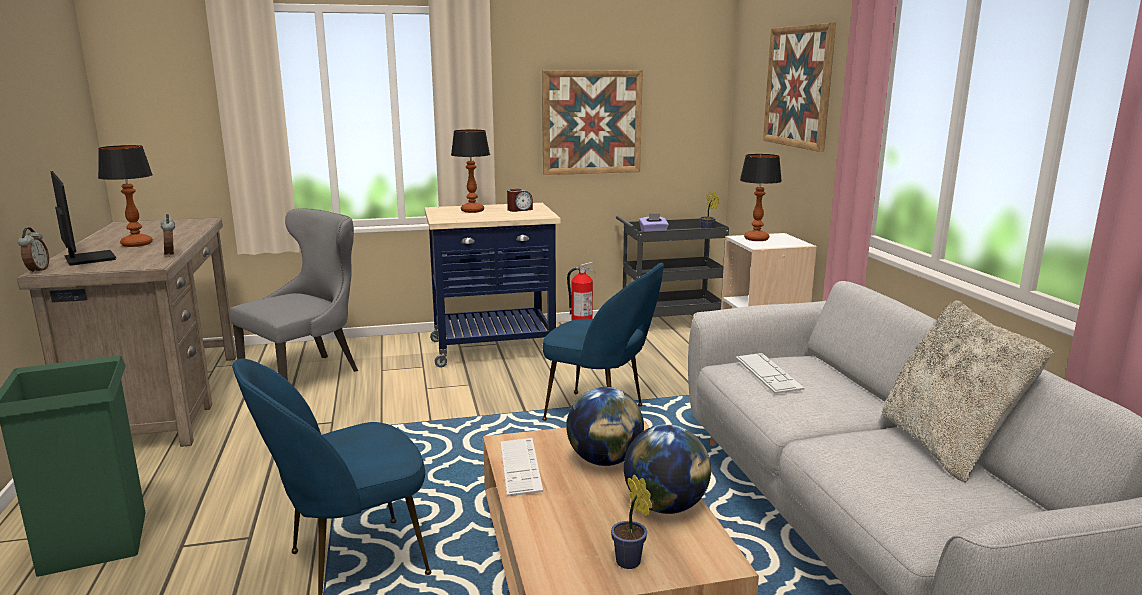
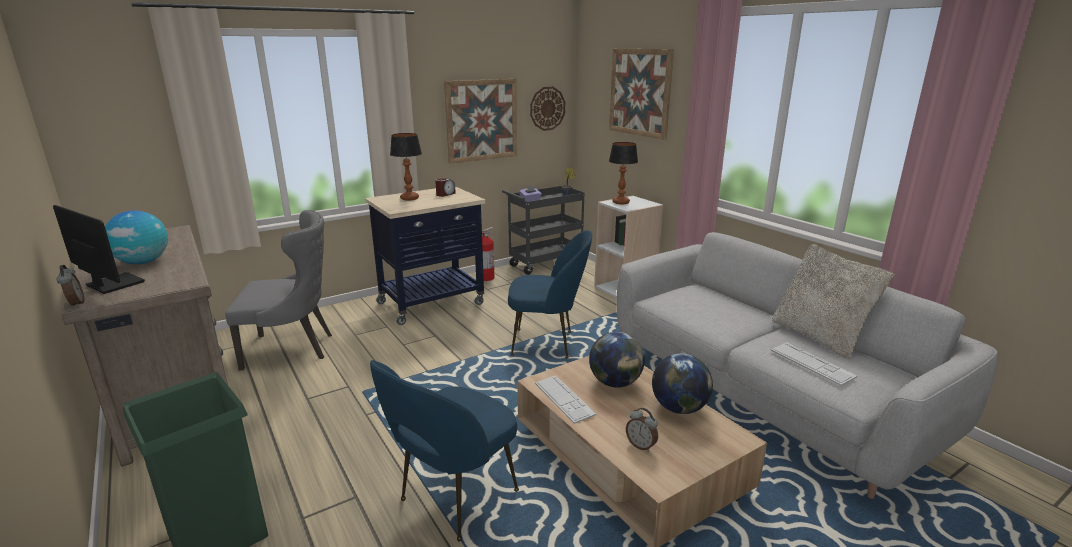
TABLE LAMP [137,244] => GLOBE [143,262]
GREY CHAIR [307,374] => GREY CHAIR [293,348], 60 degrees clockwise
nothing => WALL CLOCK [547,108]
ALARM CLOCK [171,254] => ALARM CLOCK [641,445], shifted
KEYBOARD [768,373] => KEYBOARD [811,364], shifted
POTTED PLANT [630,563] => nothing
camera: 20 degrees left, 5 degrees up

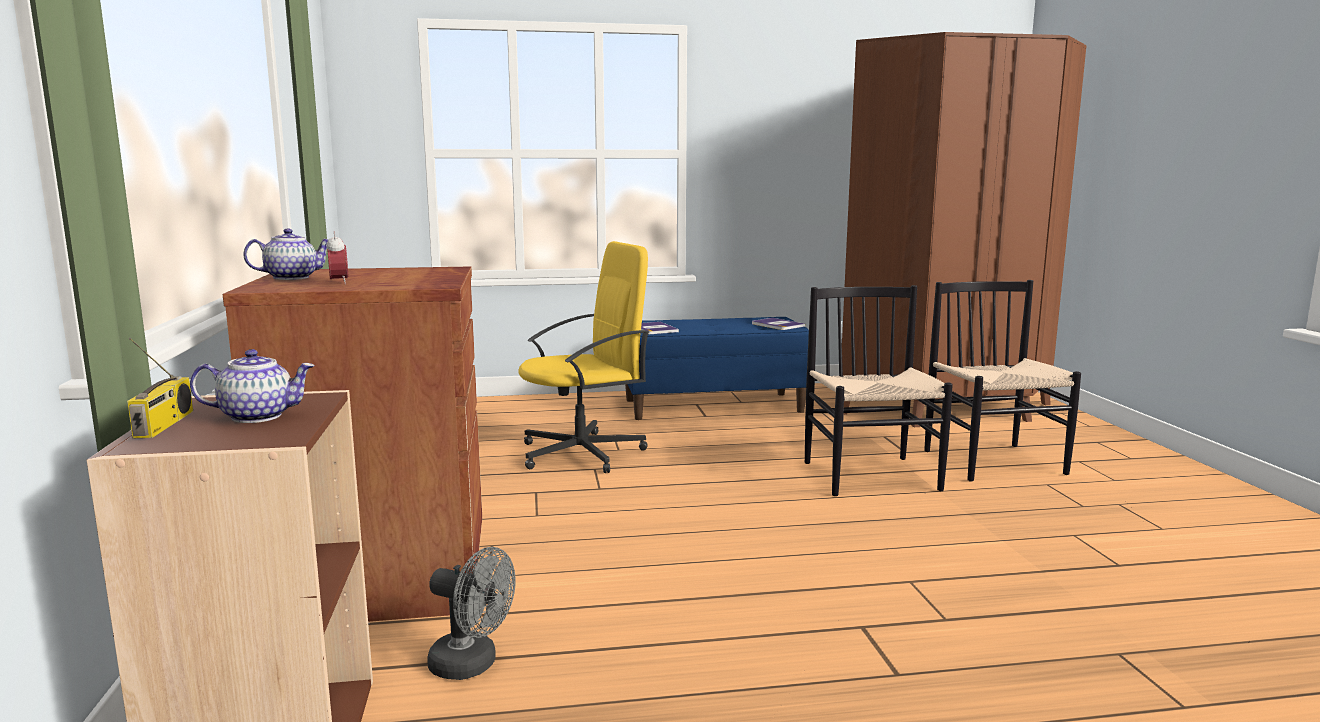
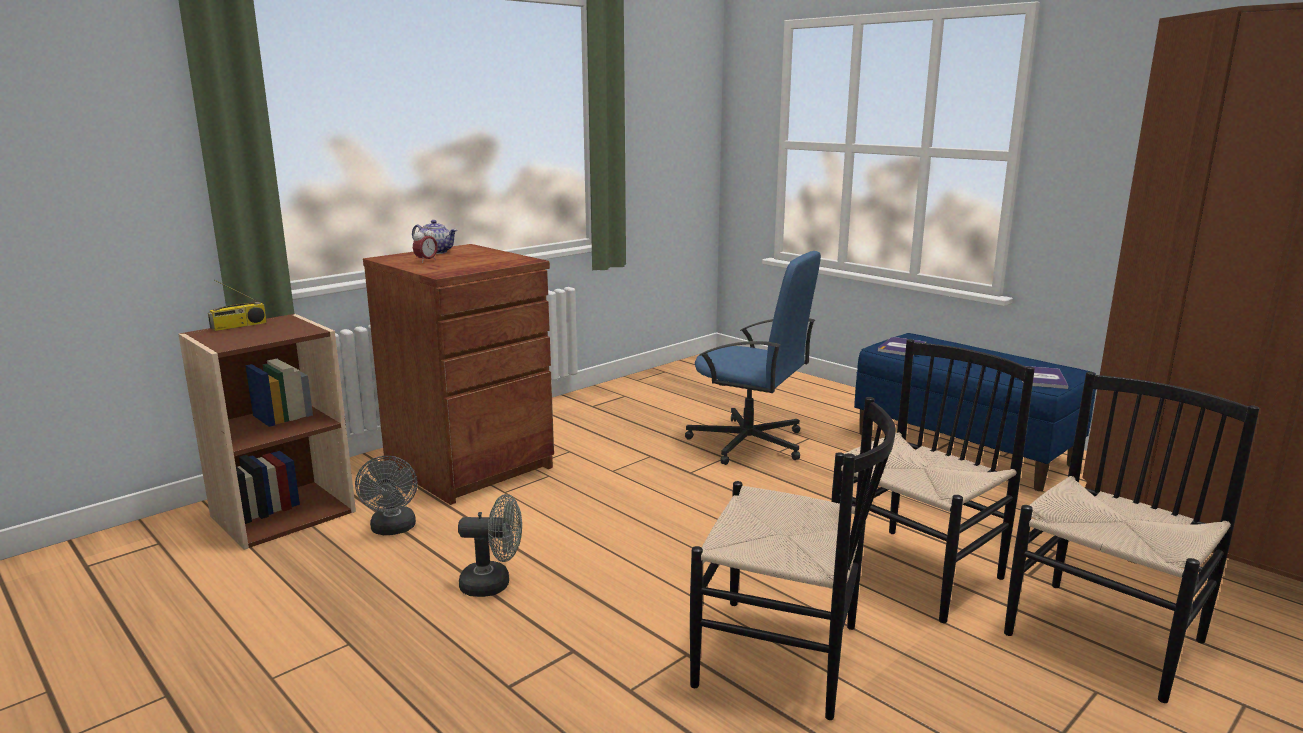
nothing => GREY FAN [493,584]
YELLOW OFFICE CHAIR [583,453] => BLUE OFFICE CHAIR [749,443]
nothing => BLACK CHAIR [785,658]
TEAPOT [258,416] => nothing
camera: 55 degrees right, 5 degrees up

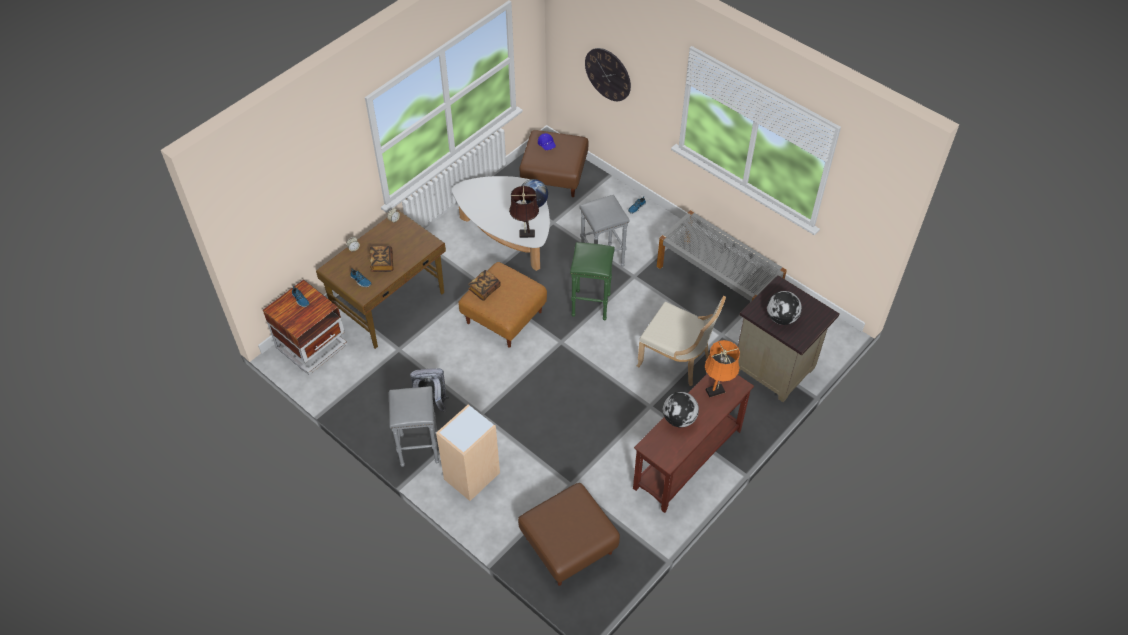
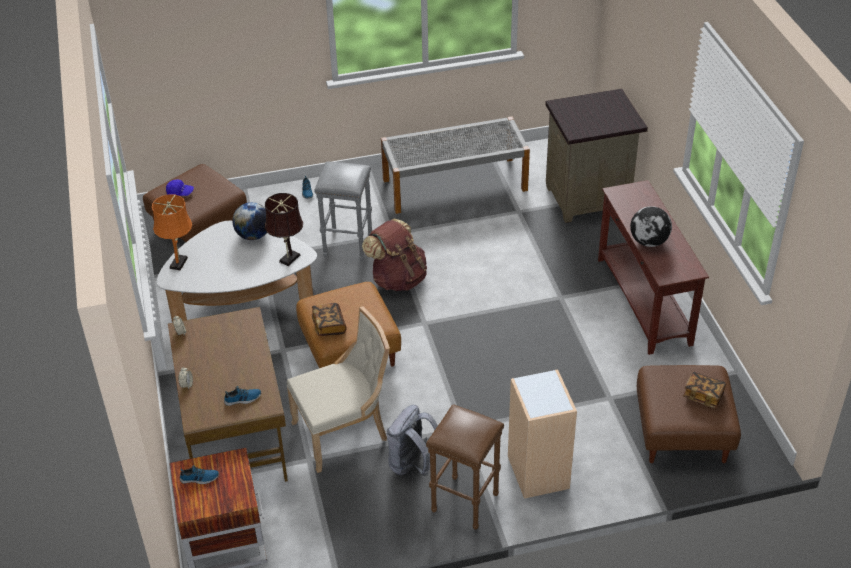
ORANGE TABLE LAMP [717,390] => ORANGE TABLE LAMP [179,261], shifted
BEIGE CHAIR [677,360] => BEIGE CHAIR [344,433], shifted
GREEN STOOL [592,304] => BROWN BACKPACK [398,279]
GREY STOOL [418,448] => BROWN STOOL [463,502]
BOOK [382,263] => BOOK [703,395], shifted
WALL CLOCK [608,74] => nothing
GLOBE [781,318] => nothing
camera: 55 degrees left, 10 degrees down

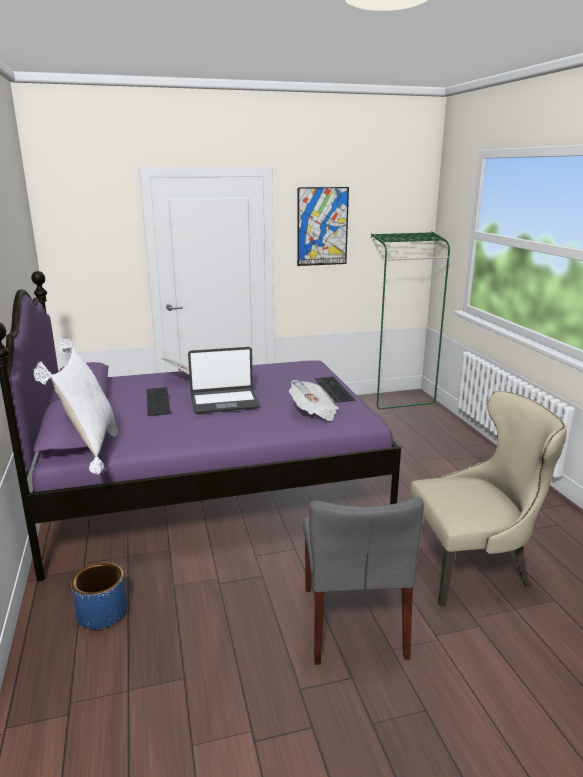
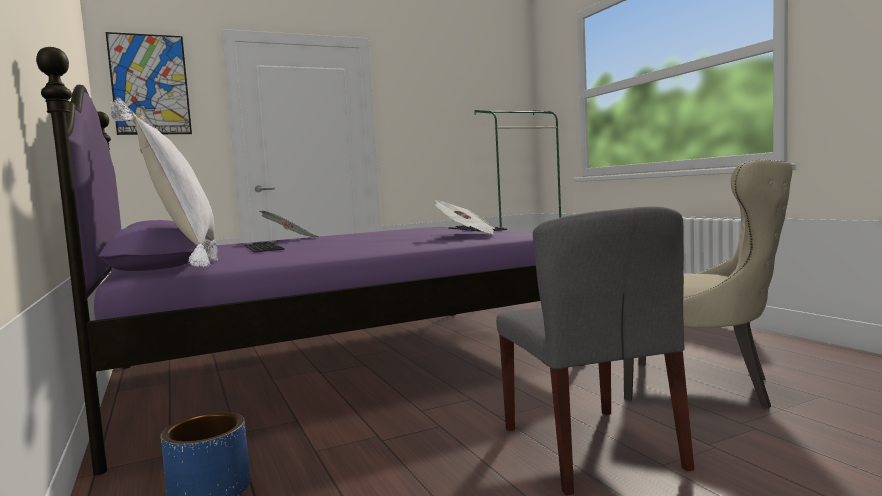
PICTURE [322,226] => PICTURE [150,85], shifted
BEIGE CHAIR [472,569] => BEIGE CHAIR [703,386], 45 degrees clockwise
LAPTOP [224,402] => nothing
camera: 10 degrees left, 15 degrees down

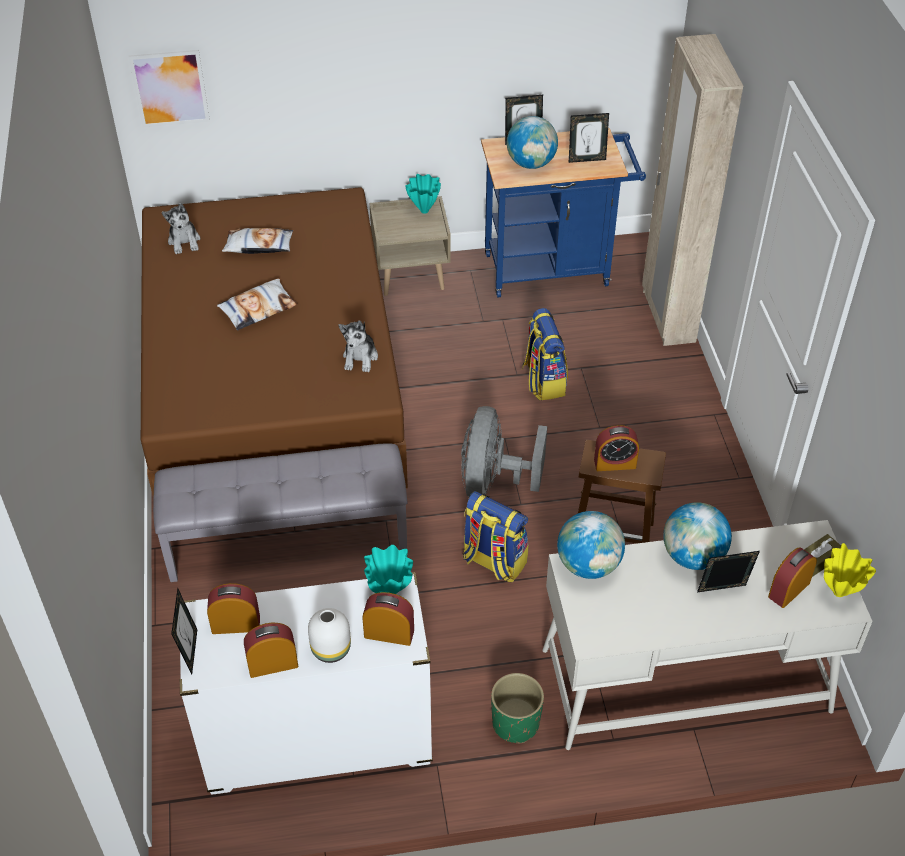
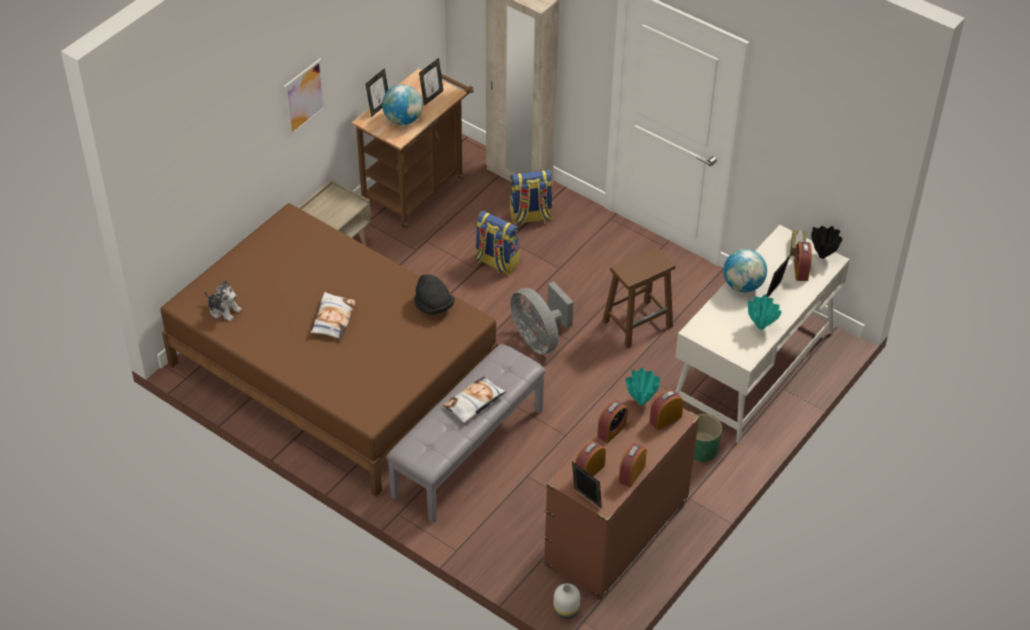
PICTURE [170,88] => PICTURE [304,97], shifted
BLUE CART [554,268] => BROWN CART [417,188]
PLUSH TOY [360,357] => BLACK HAT [433,305]
PILLOW [258,246] => PILLOW [474,403], shifted
BACKPACK [493,561] => BACKPACK [530,217], shifted
WHITE DRESSER [317,738] => BROWN DRESSER [616,534]
WHITE VASE [330,648] => WHITE VASE [565,610], shifted
ALARM CLOCK [615,463] => ALARM CLOCK [612,430], shifted
TURQUOISE VASE [424,210] => TURQUOISE VASE [760,326], shifted
YELLOW VASE [839,593] => BLACK VASE [822,256]
GLOBE [588,565] => nothing
camera: 45 degrees left, 0 degrees up

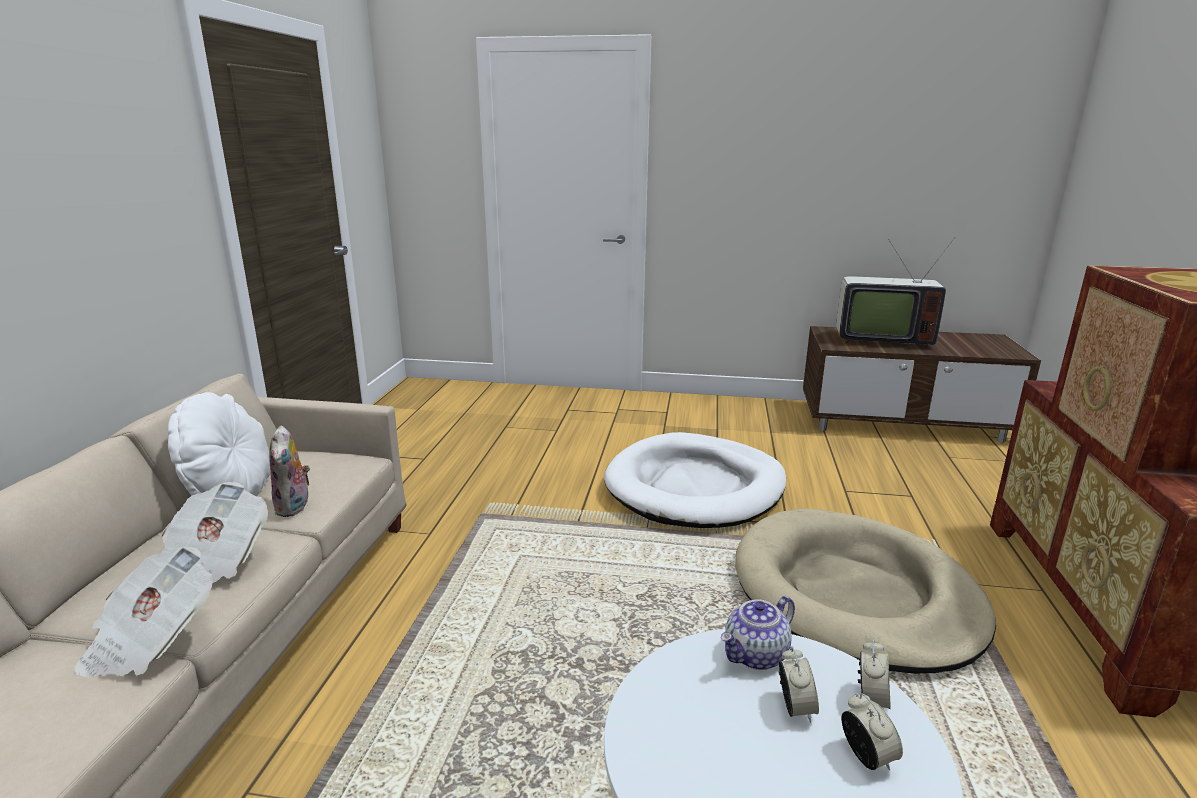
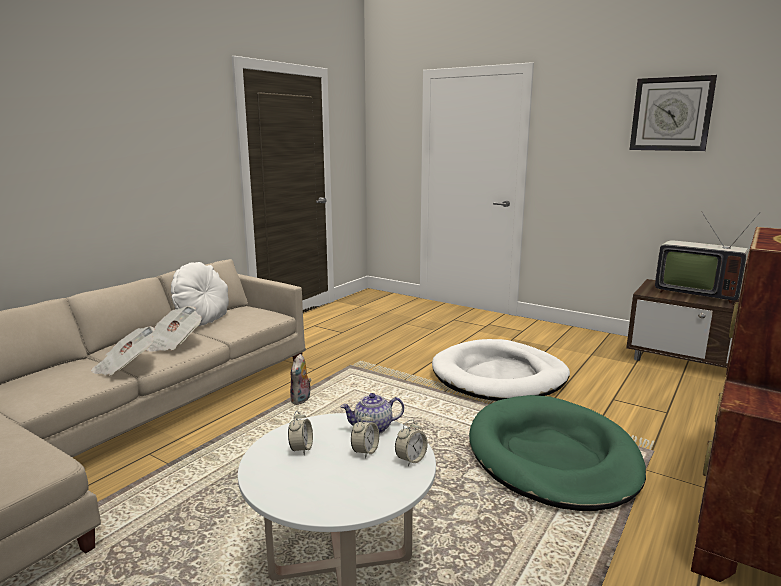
ALARM CLOCK [866,757] => ALARM CLOCK [301,449], shifted
PLUSH TOY [295,507] => PLUSH TOY [301,400], shifted
BEIGE DOG BED [854,595] => GREEN DOG BED [552,457]
nothing => WALL CLOCK [671,114]
camera: 25 degrees right, 5 degrees down

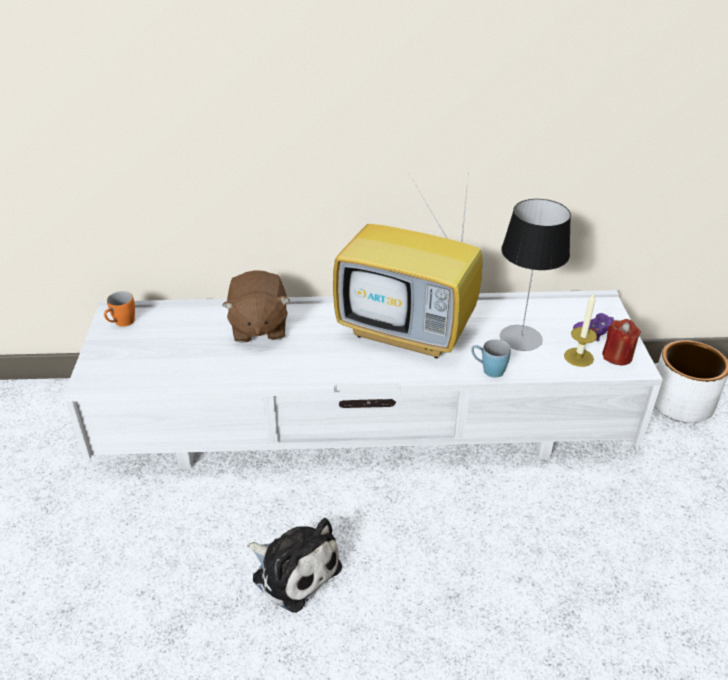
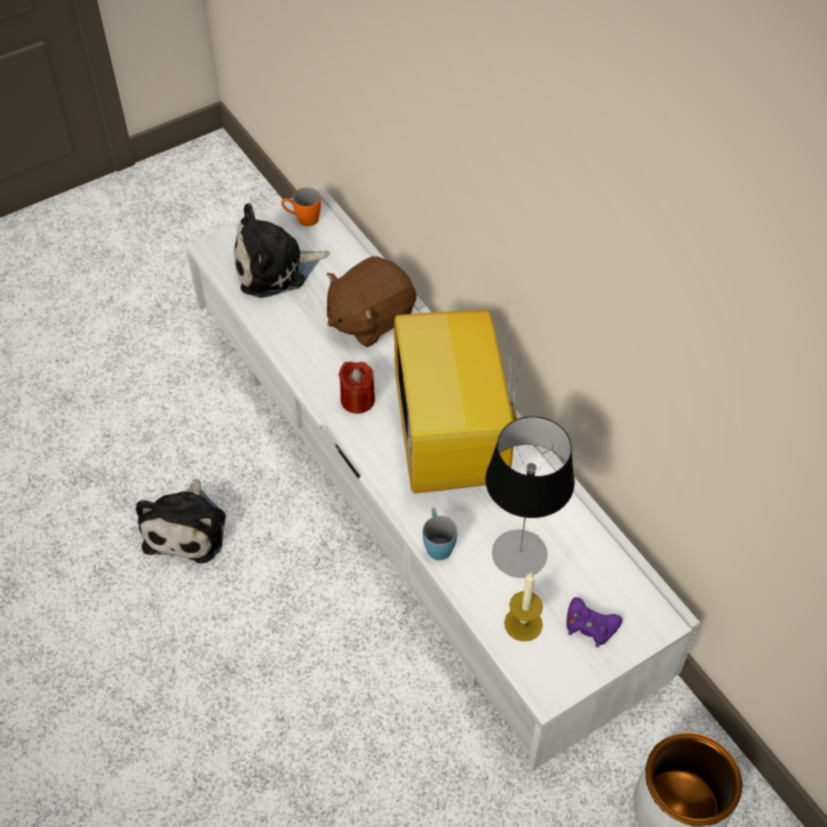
nothing => PLUSH TOY [275,268]
RED CANDLE [617,356] => RED CANDLE [357,400], shifted
camera: 60 degrees right, 15 degrees up

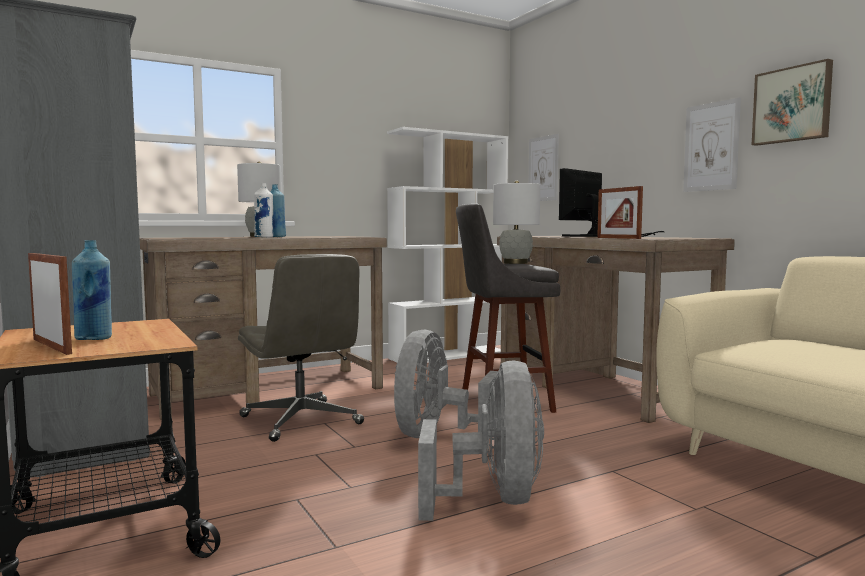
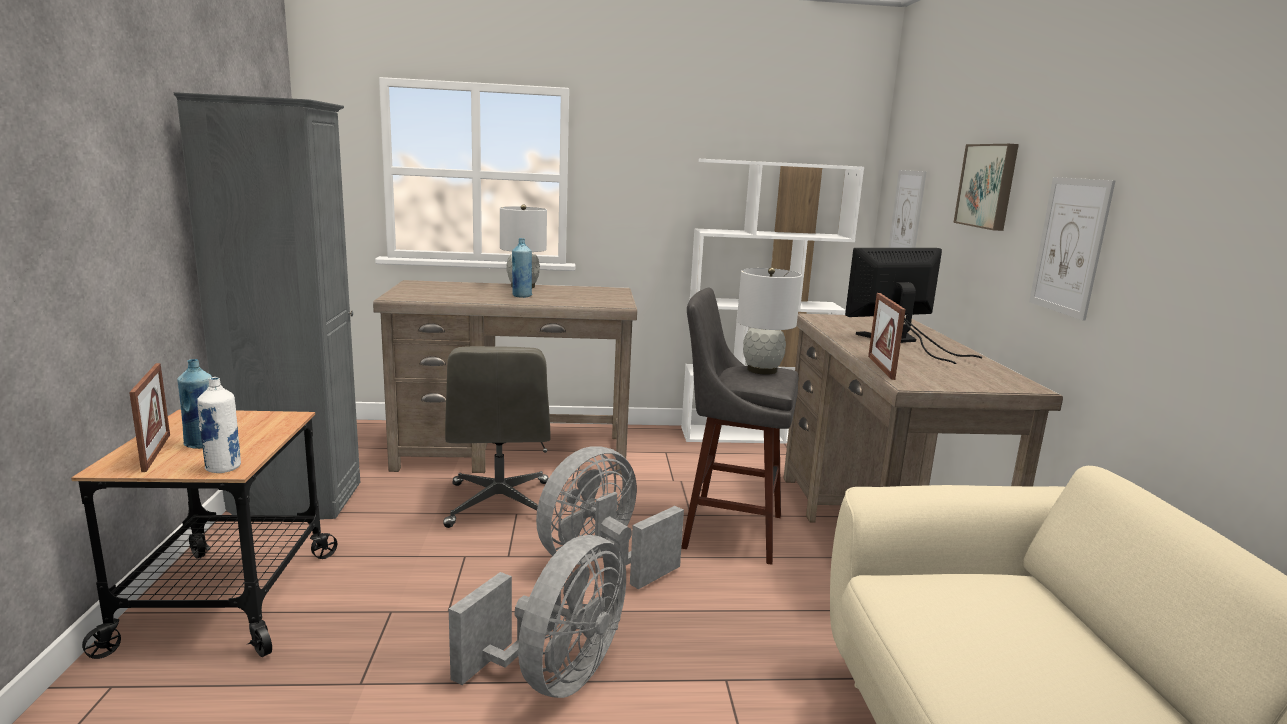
WHITE BOTTLE [264,237] => WHITE BOTTLE [223,468], shifted
PICTURE [792,105] => PICTURE [988,186], shifted
camera: 25 degrees right, 10 degrees up

